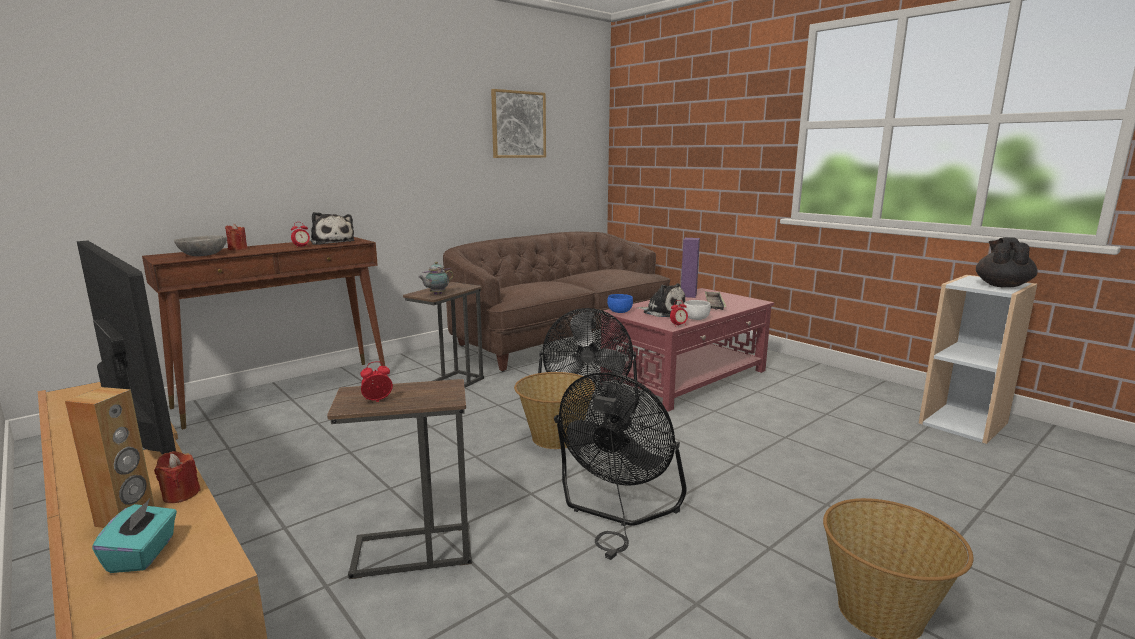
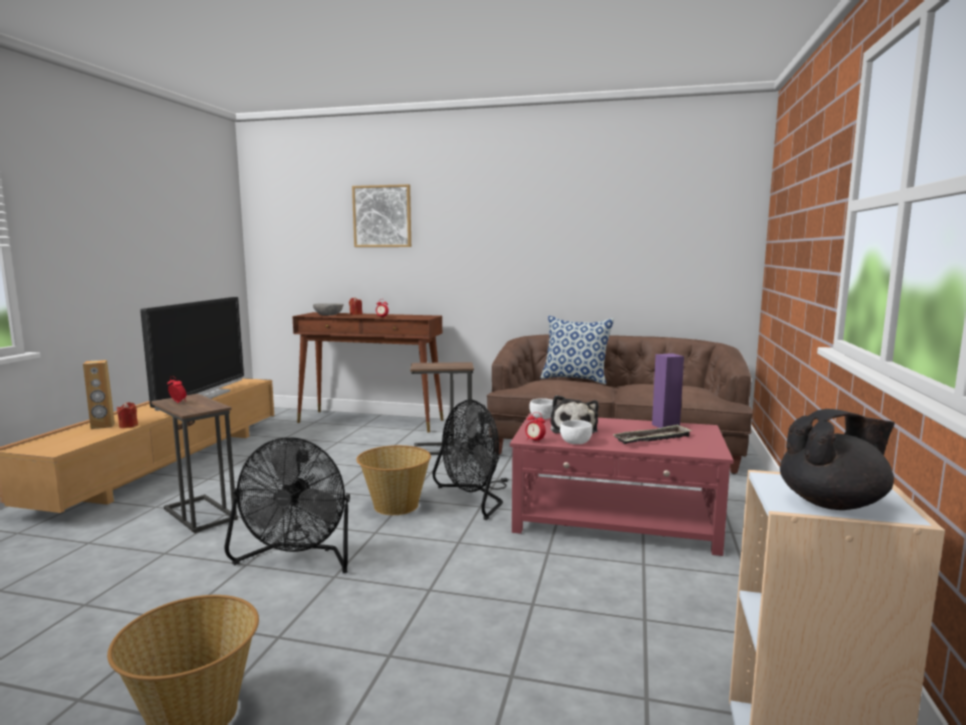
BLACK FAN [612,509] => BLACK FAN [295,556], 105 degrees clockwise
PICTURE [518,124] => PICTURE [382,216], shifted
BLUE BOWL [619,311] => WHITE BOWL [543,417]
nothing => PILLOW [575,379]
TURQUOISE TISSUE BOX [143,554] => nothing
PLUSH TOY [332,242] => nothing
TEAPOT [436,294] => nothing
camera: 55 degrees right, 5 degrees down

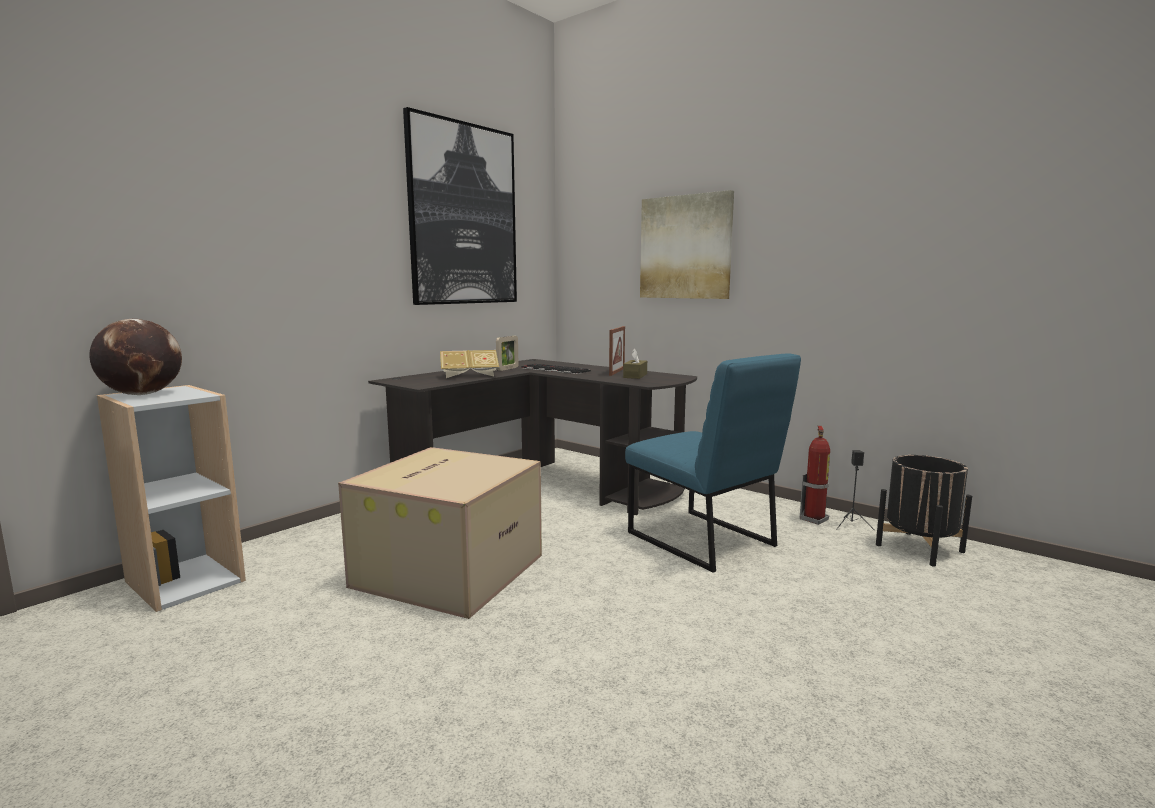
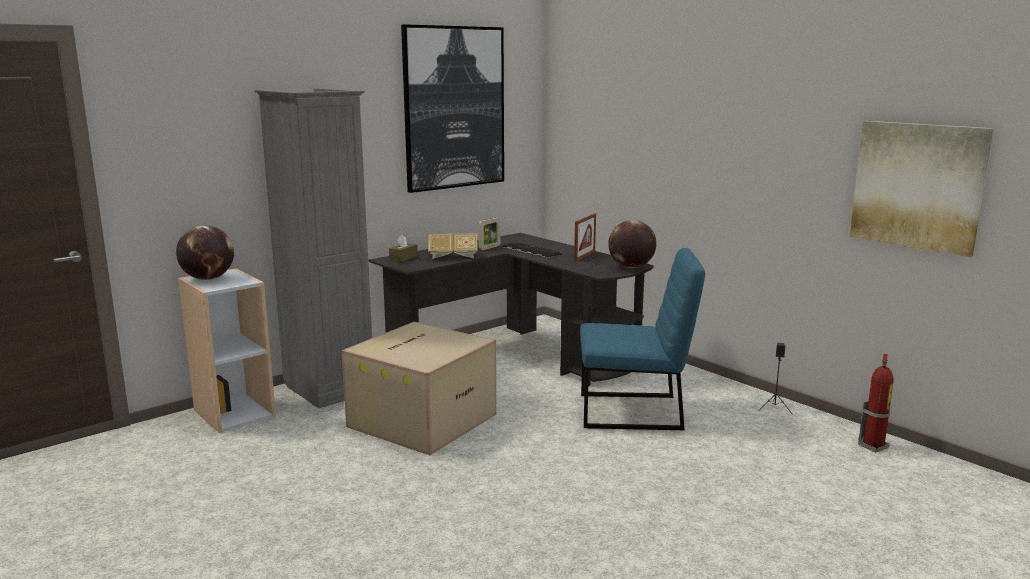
nothing => GREY CABINET [330,388]
BROWN TISSUE BOX [635,376] => BROWN TISSUE BOX [403,258], shifted
BLUE CHAIR [703,540] => BLUE CHAIR [634,412], 60 degrees counterclockwise
nothing => GLOBE [631,267]
PICTURE [685,247] => PICTURE [918,186], shifted
FIRE EXTINGUISHER [814,519] => FIRE EXTINGUISHER [873,446], shifted
BLACK PLANTER [919,548] => nothing
camera: 10 degrees right, 5 degrees up

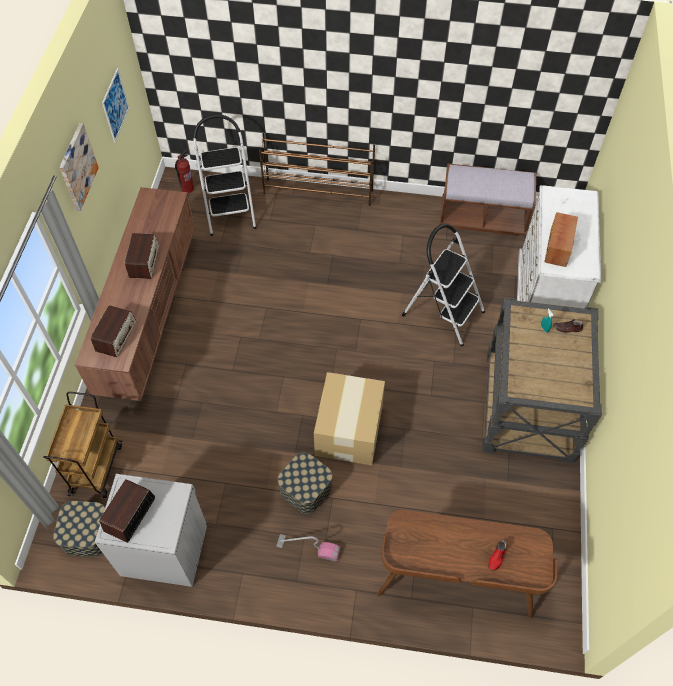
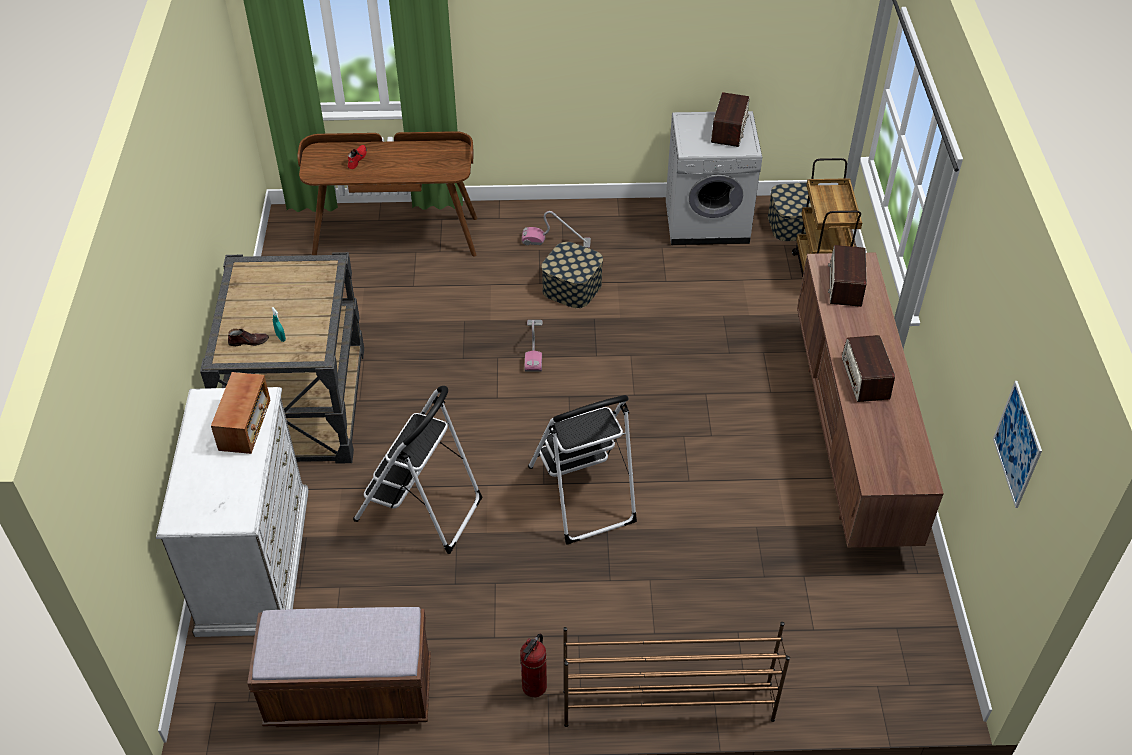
FIRE EXTINGUISHER [187,188] => FIRE EXTINGUISHER [534,687], shifted
CARDBOARD BOX [348,431] => VACUUM CLEANER [534,347]
STEP LADDER [229,207] => STEP LADDER [582,496], shifted
PICTURE [77,167] => nothing
camera: 170 degrees right, 10 degrees down

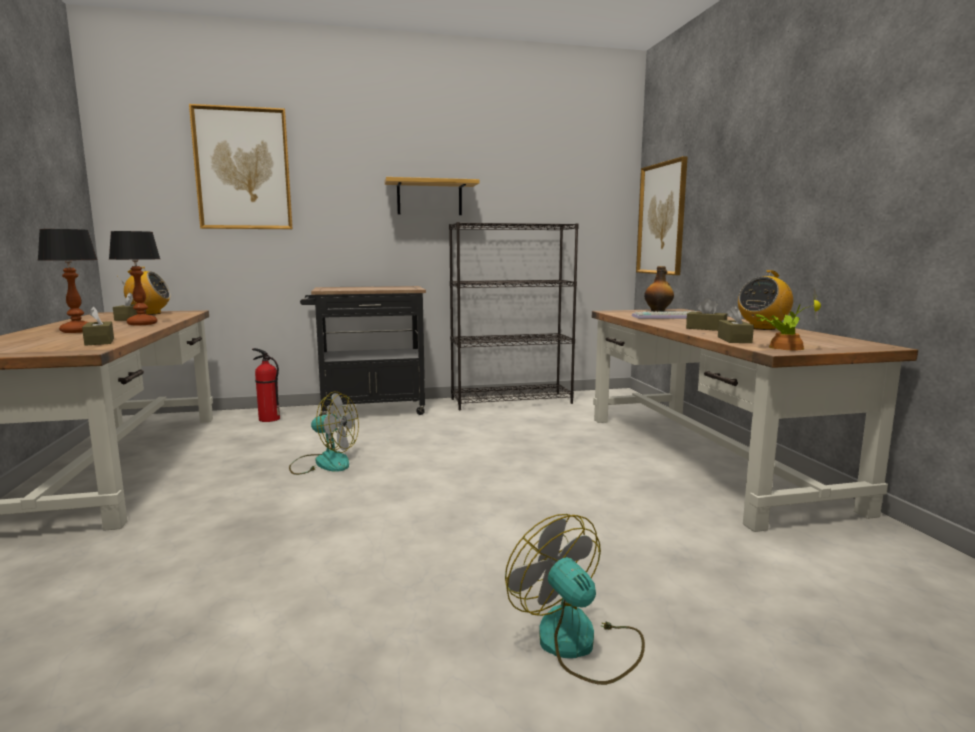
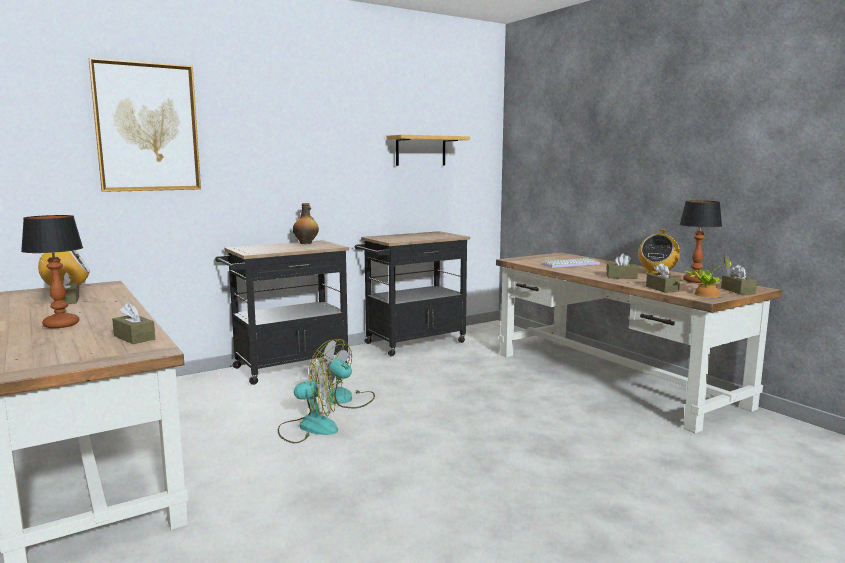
BOTTLE [658,311] => BOTTLE [306,243], shifted
FAN [579,643] => FAN [345,399], shifted
BLACK BOOKCASE [512,401] => BLACK CART [412,343]
SHELF [429,198] => SHELF [420,151], shifted
TABLE LAMP [141,324] => TABLE LAMP [695,281], shifted
nothing => BROWN TISSUE BOX [738,291]
FIRE EXTINGUISHER [268,419] => nothing
PICTURE [661,219] => nothing
camera: 20 degrees left, 0 degrees up

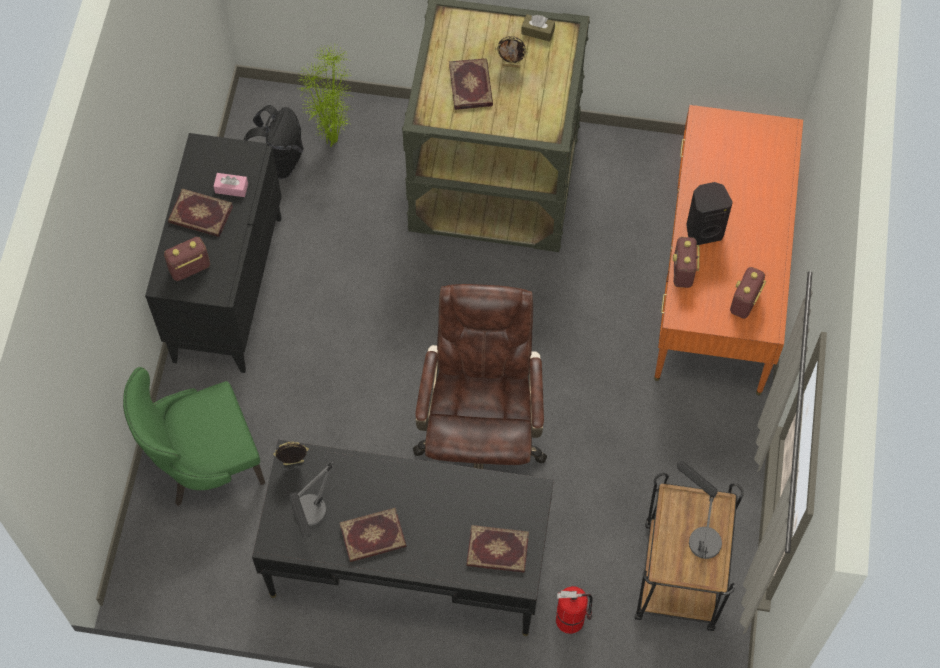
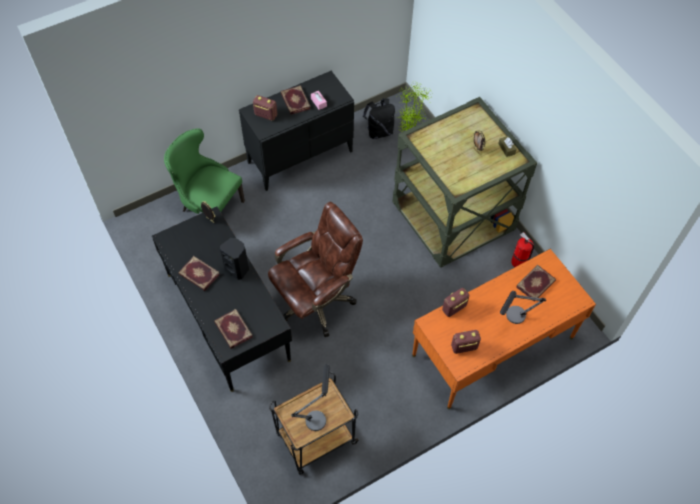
BLACK SPEAKER [703,231] => BLACK SPEAKER [237,269], shifted
TABLE LAMP [311,520] => TABLE LAMP [512,319], shifted
FIRE EXTINGUISHER [571,619] => FIRE EXTINGUISHER [519,263], shifted
BOOK [471,85] => BOOK [536,284], shifted
camera: 50 degrees right, 5 degrees down

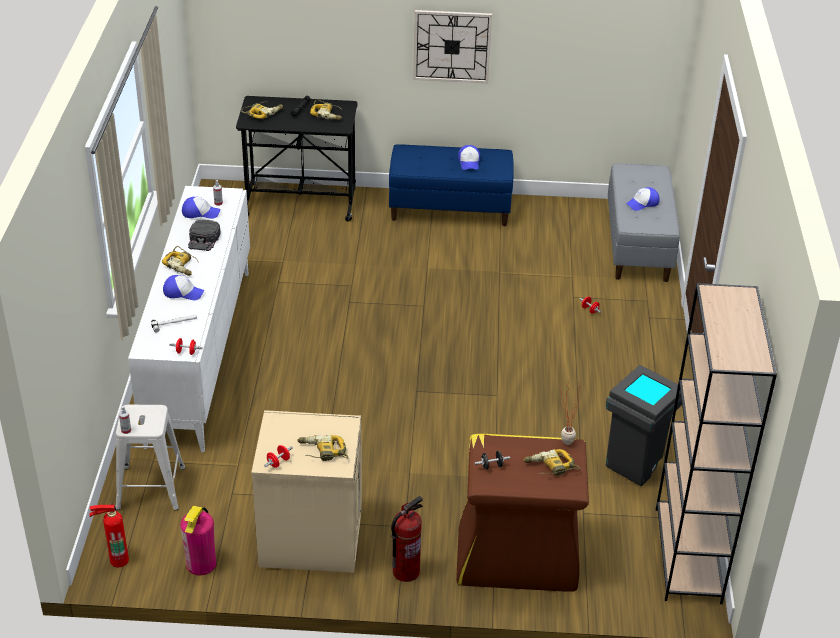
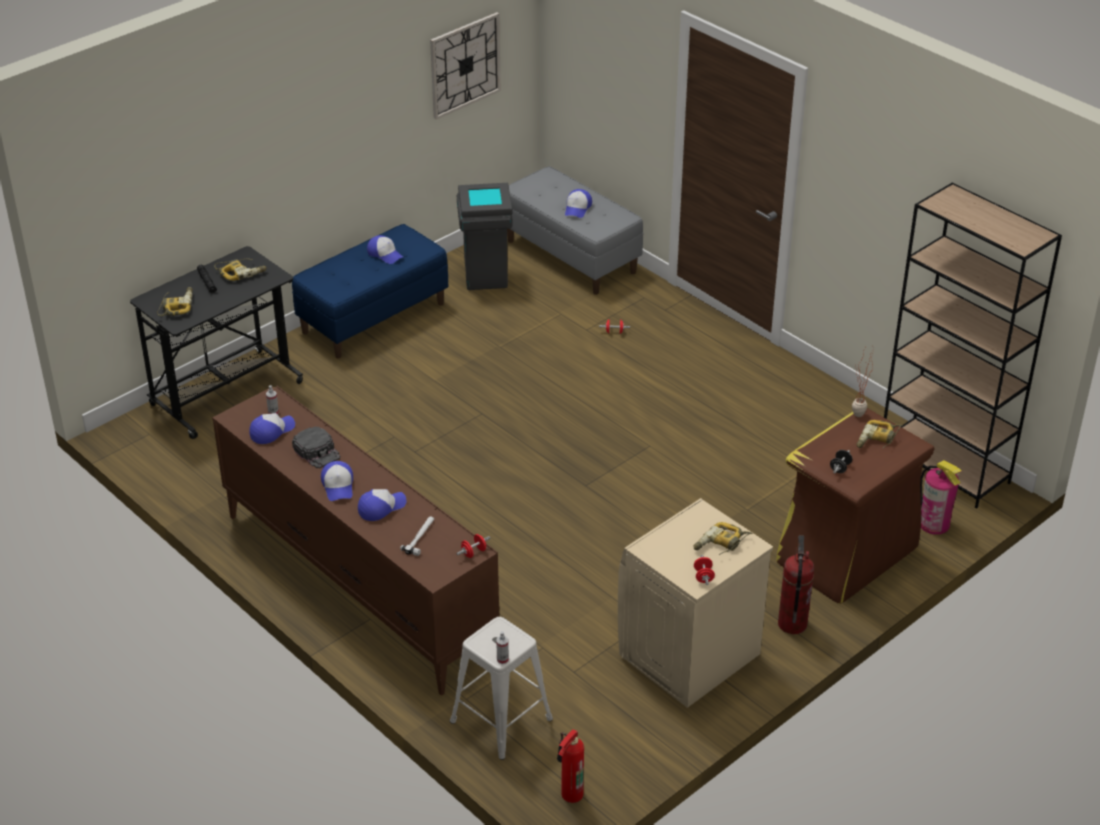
WHITE CABINET [199,354] => BROWN CABINET [356,584]
POWER DRILL [182,265] => CAP [338,486]
WALL CLOCK [452,46] => WALL CLOCK [465,65], shifted
GREY TRASH CAN [635,465] => GREY TRASH CAN [486,278], shifted
FIRE EXTINGUISHER [201,563] => FIRE EXTINGUISHER [934,524], shifted
camera: 45 degrees left, 0 degrees up

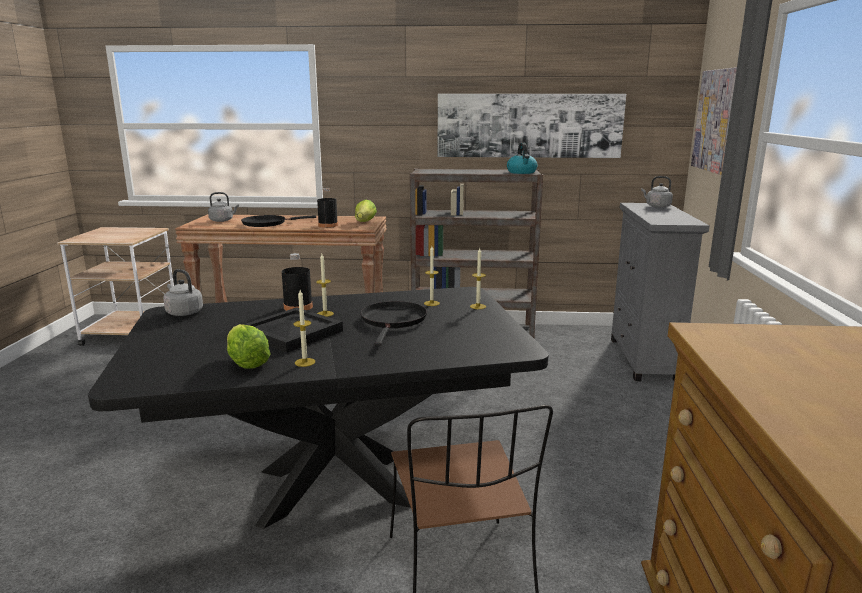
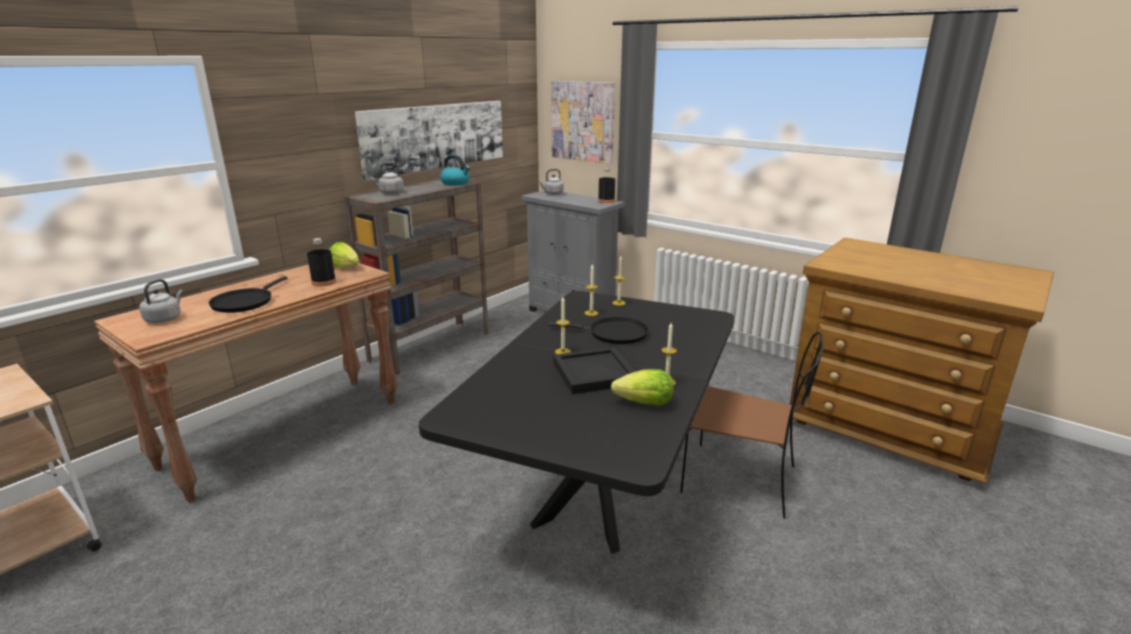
GREY KETTLE [183,312] => GREY KETTLE [390,193], shifted
BLACK FRYING PAN [393,321] => BLACK FRYING PAN [614,334], 150 degrees clockwise
BLACK BOTTLE [298,307] => BLACK BOTTLE [606,201], shifted
camera: 55 degrees left, 5 degrees up

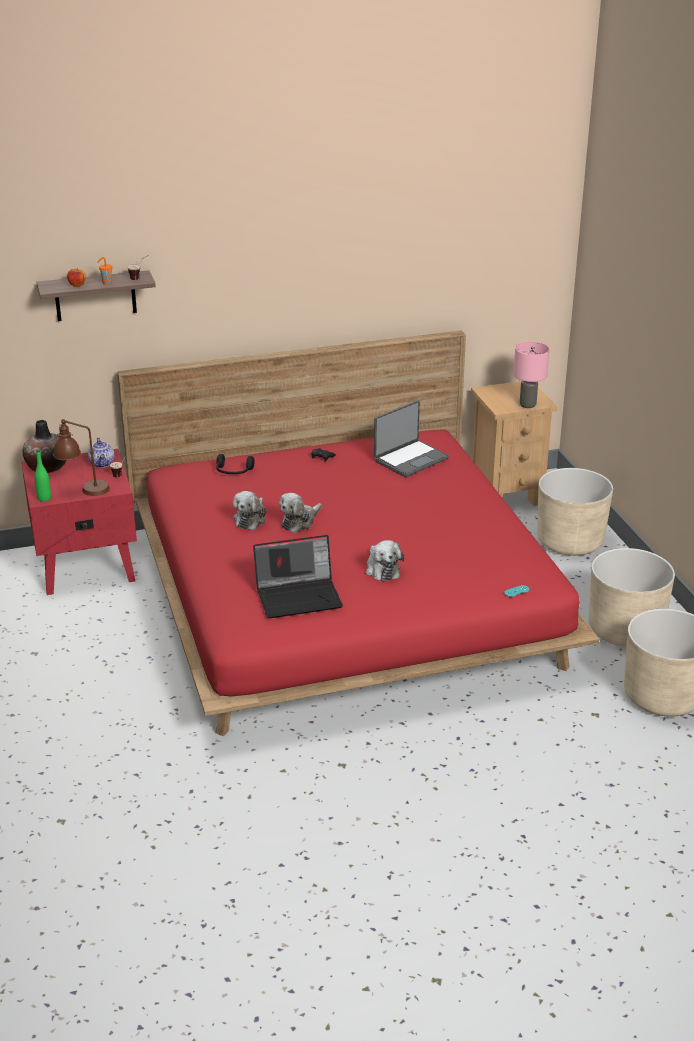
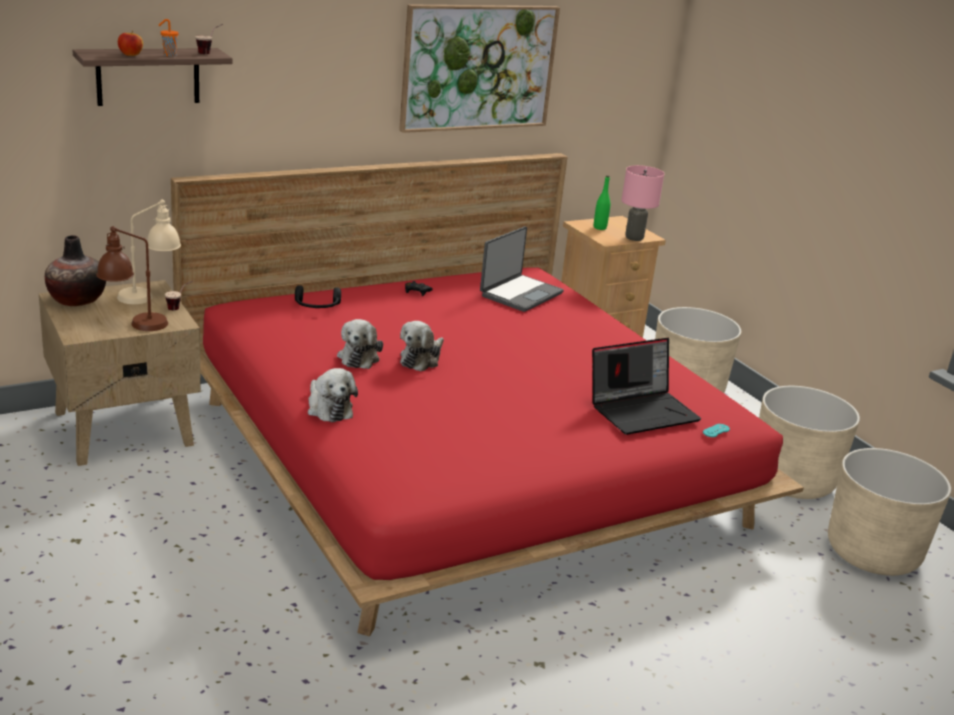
RED NIGHTSTAND [87,565] => BEIGE NIGHTSTAND [125,428]
TEAPOT [102,463] => BEIGE TABLE LAMP [150,296]
PLUSH TOY [382,569] => PLUSH TOY [328,408], shifted
nothing => PICTURE [478,67]
LAPTOP [299,596] => LAPTOP [642,410], shifted
GREEN BOTTLE [44,498] => GREEN BOTTLE [599,227], shifted
camera: 15 degrees left, 5 degrees down

